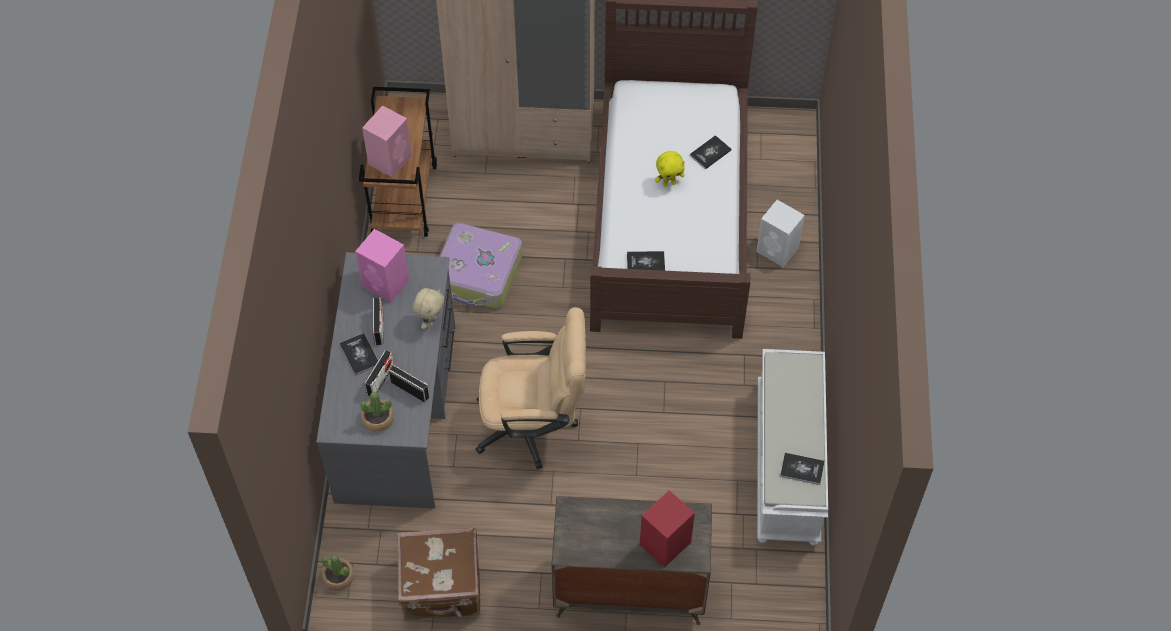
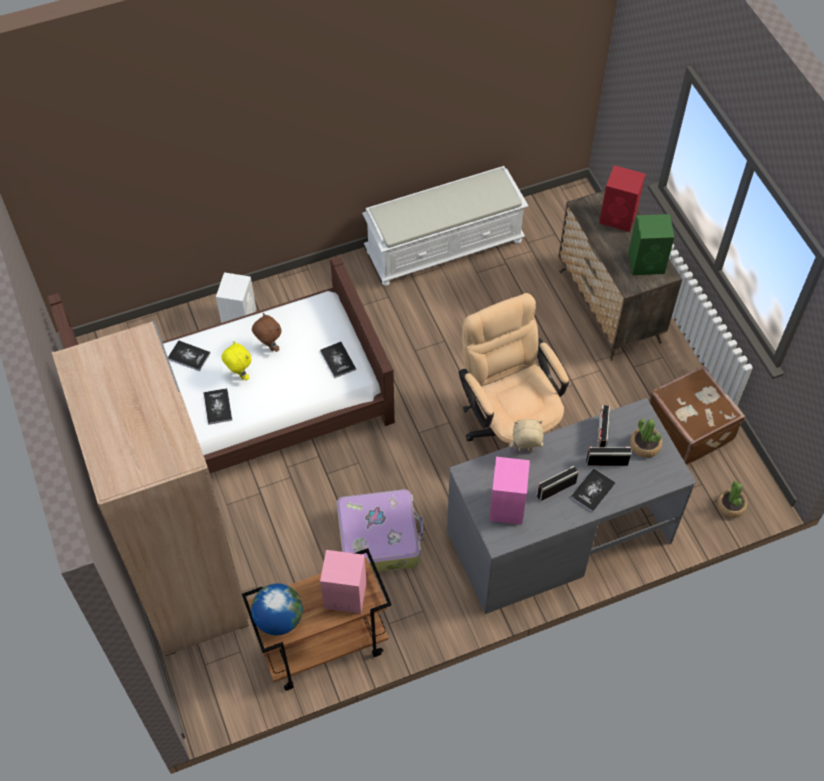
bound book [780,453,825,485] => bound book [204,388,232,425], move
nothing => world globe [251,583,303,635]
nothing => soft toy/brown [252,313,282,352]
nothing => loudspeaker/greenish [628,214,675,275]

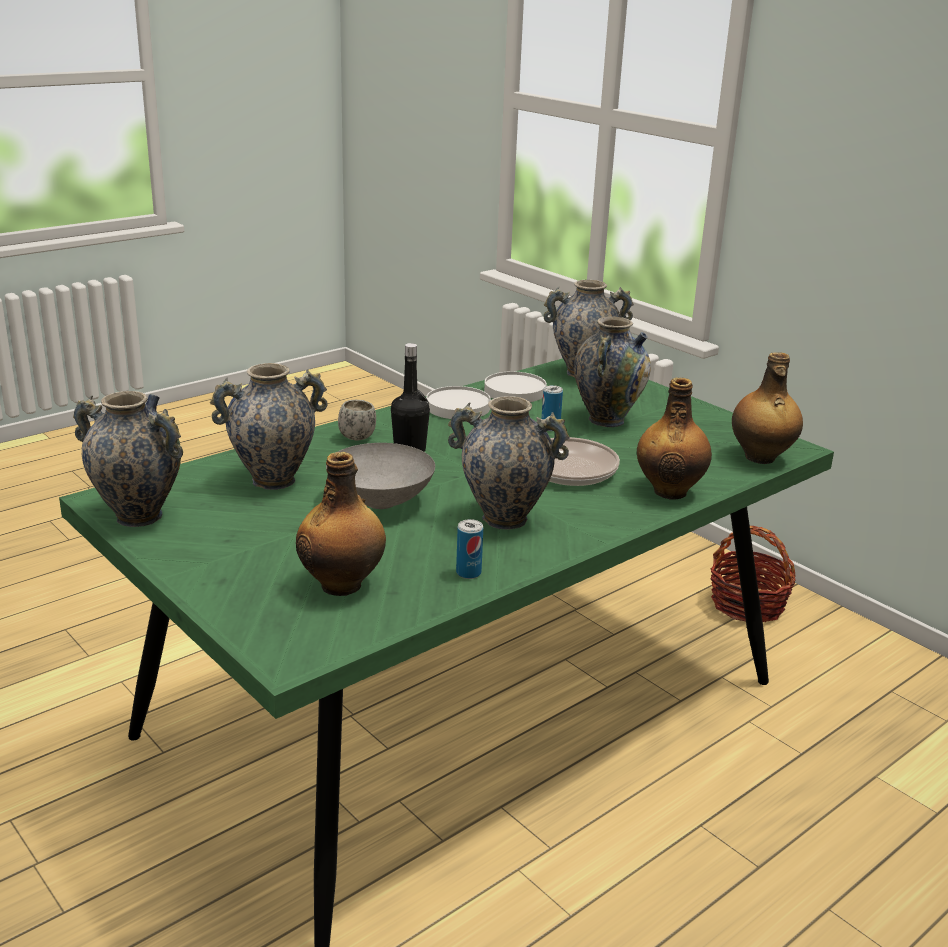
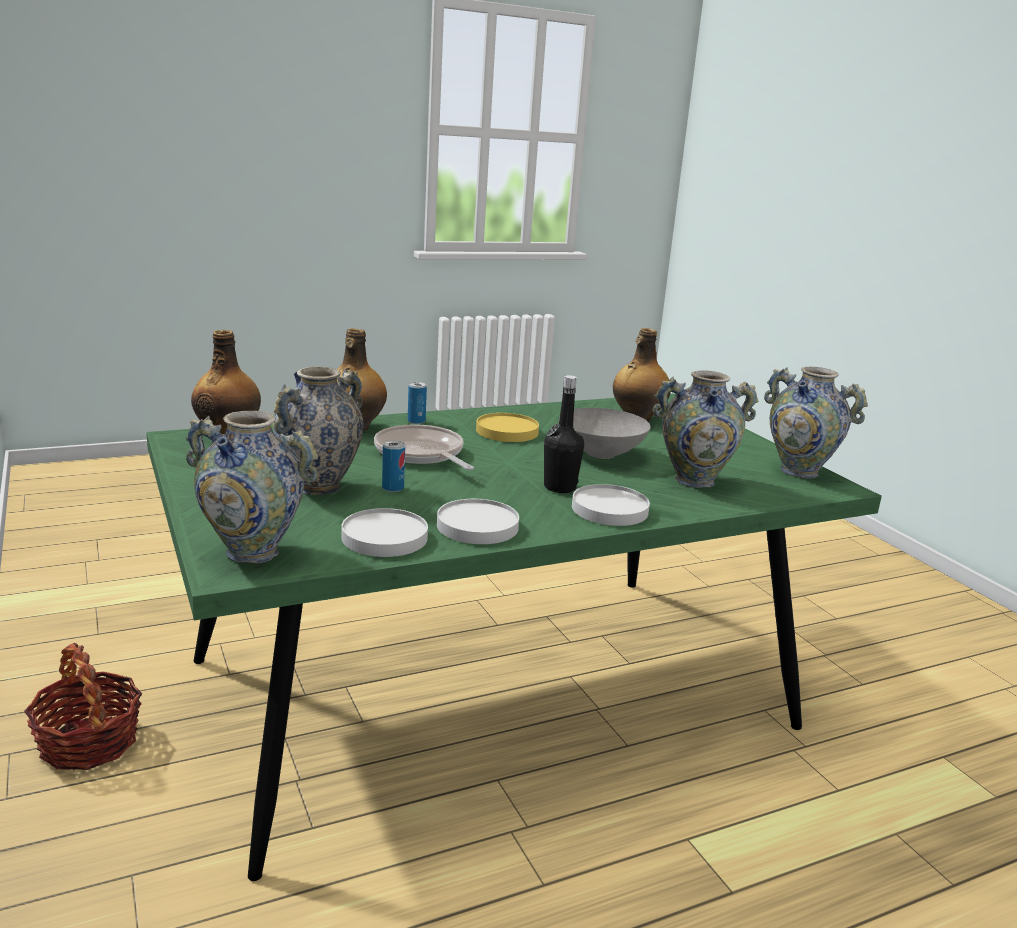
tea mug/white [338,400,376,441] => flat dish/white [572,484,650,526]
decorative vase [448,396,570,530] => flat dish/yellowish [476,413,539,442]
sealed can [456,519,483,579] => sealed can [408,382,427,424], move

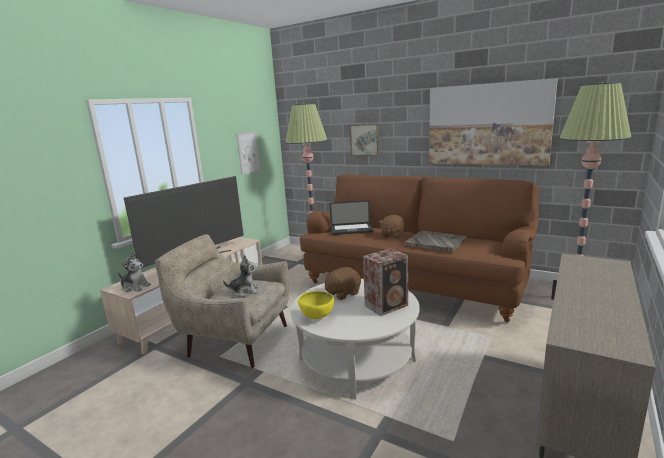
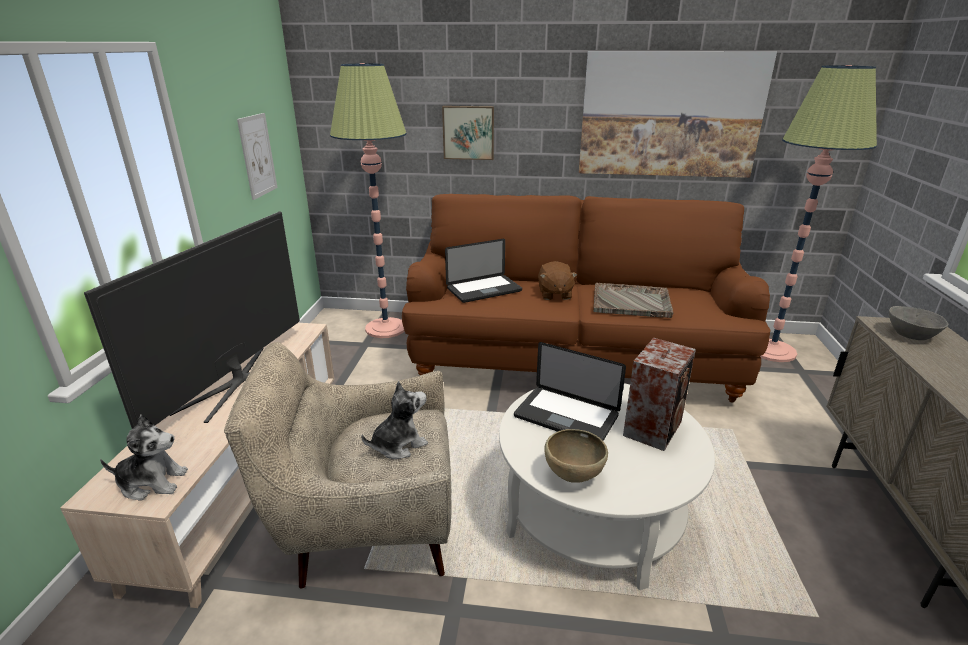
bowl/yellowish [298,291,334,319] => bowl/brown [544,429,608,483]
soft toy/brown [325,267,361,300] => notebook computer [514,342,626,441]
nothing => bowl/grey [889,306,949,340]

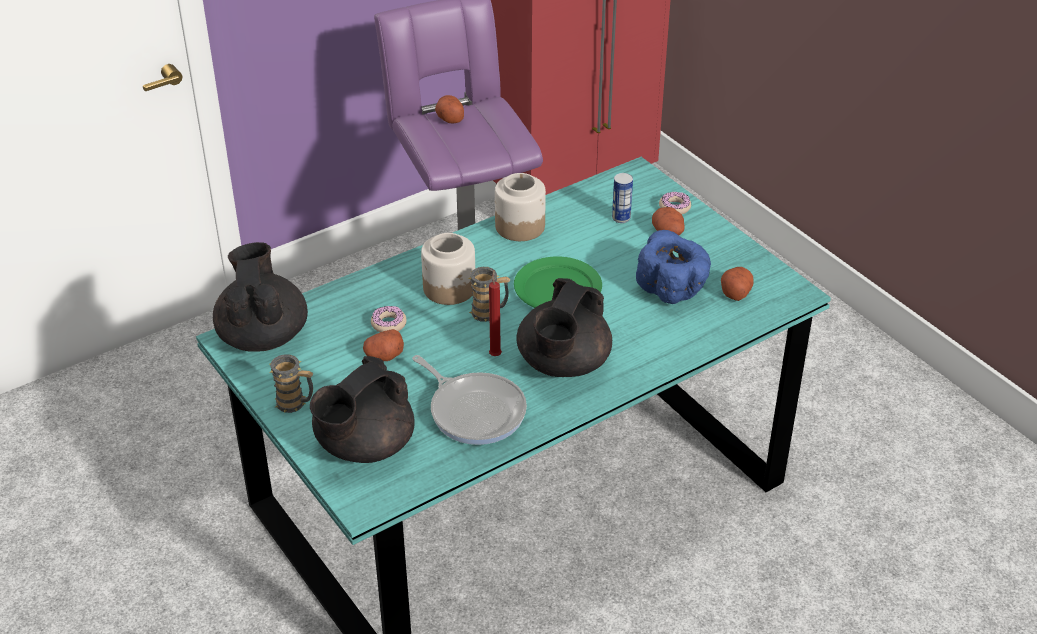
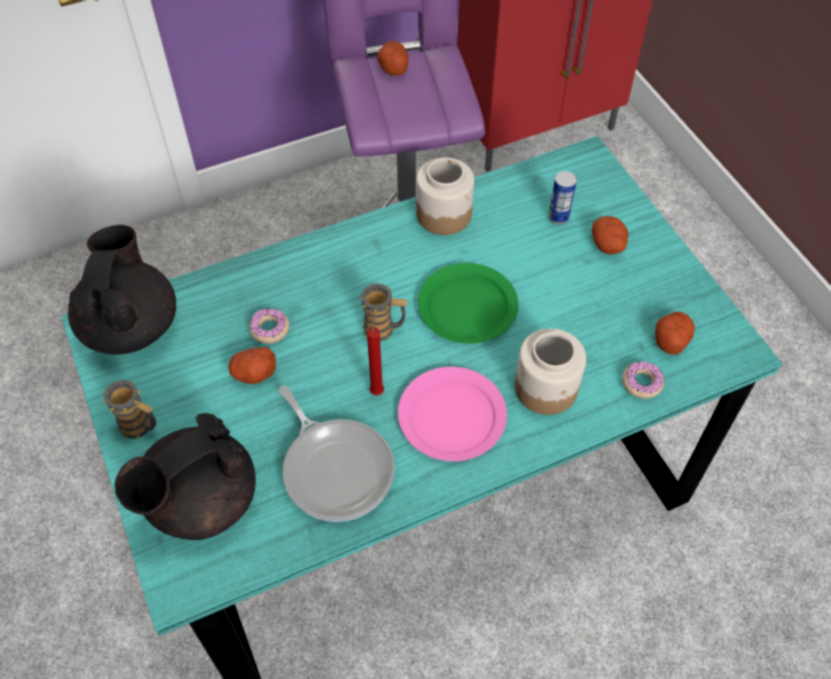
jar [421,233,475,305] => jar [515,328,586,415], move
pot for tea/black-coloured [517,278,612,377] => flat dish/pinkish [398,367,507,461]
bowl/bluish [636,230,711,304] => nothing
donut [659,191,691,214] => donut [622,361,664,399], move

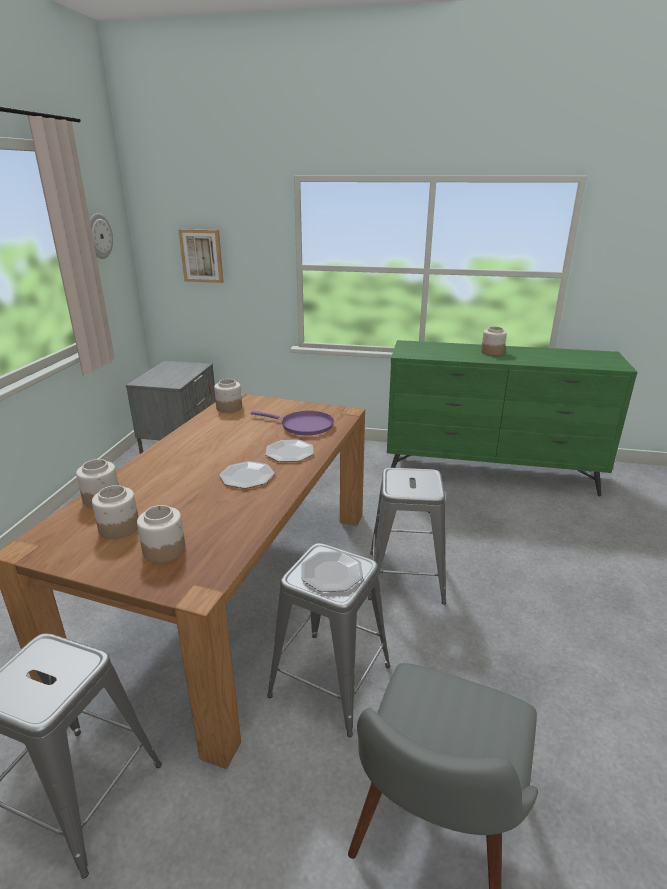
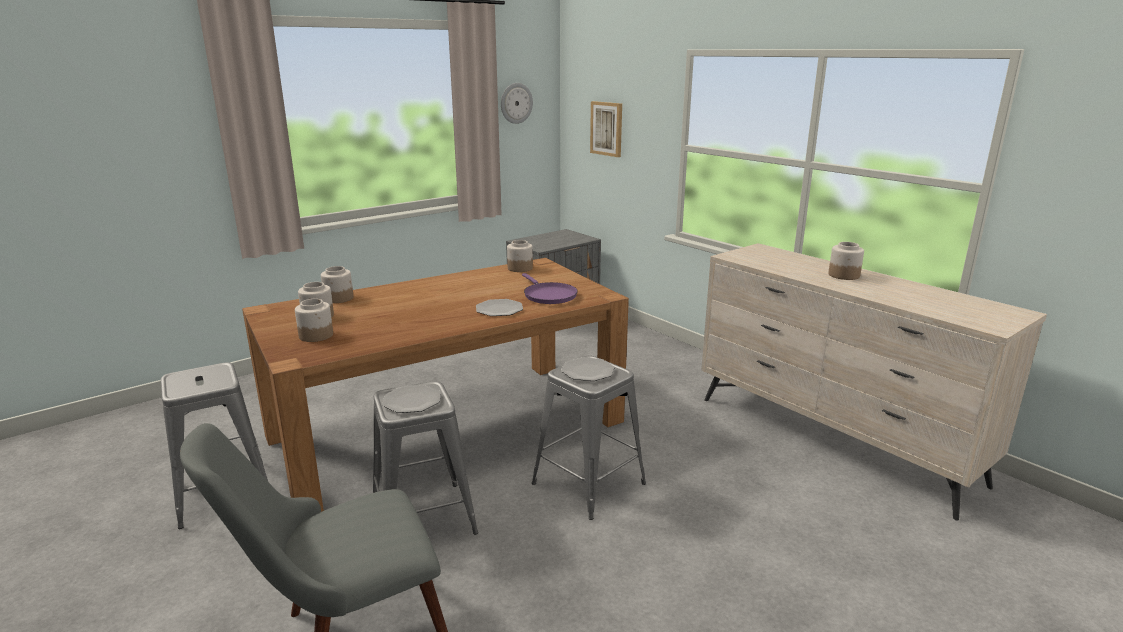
flat dish [219,461,275,489] => flat dish [561,357,615,381], move
chest of drawers/greenish [387,340,637,496] => chest of drawers/beige [701,243,1047,521]

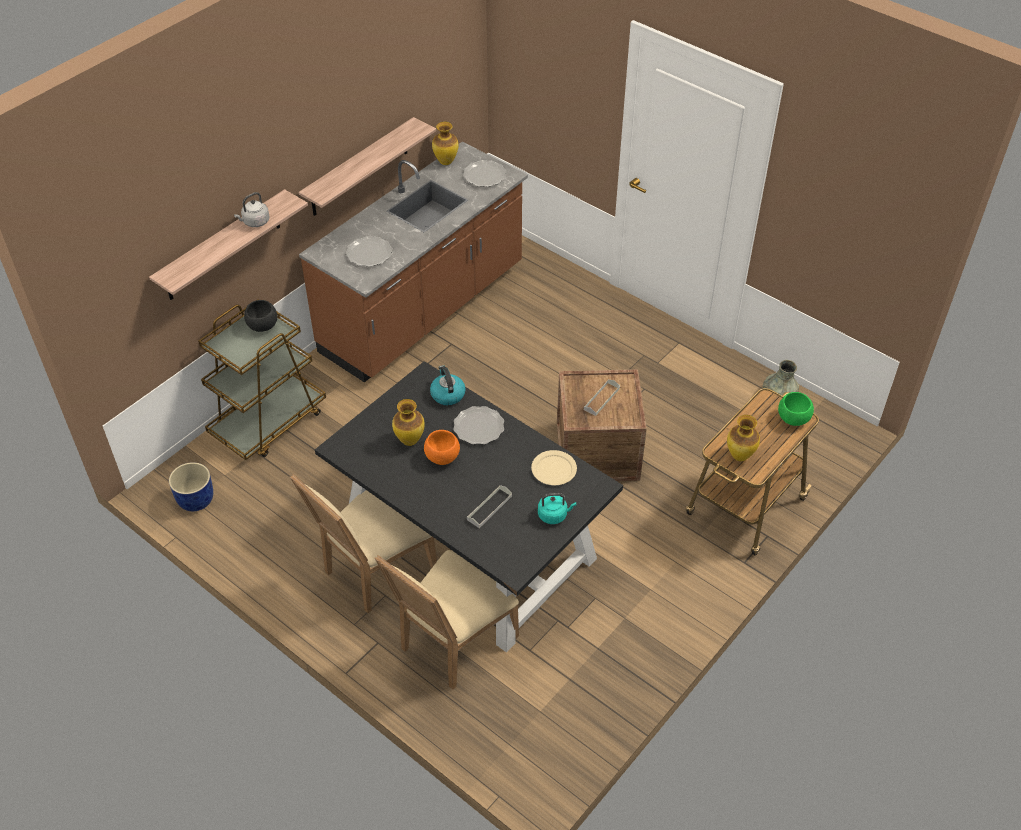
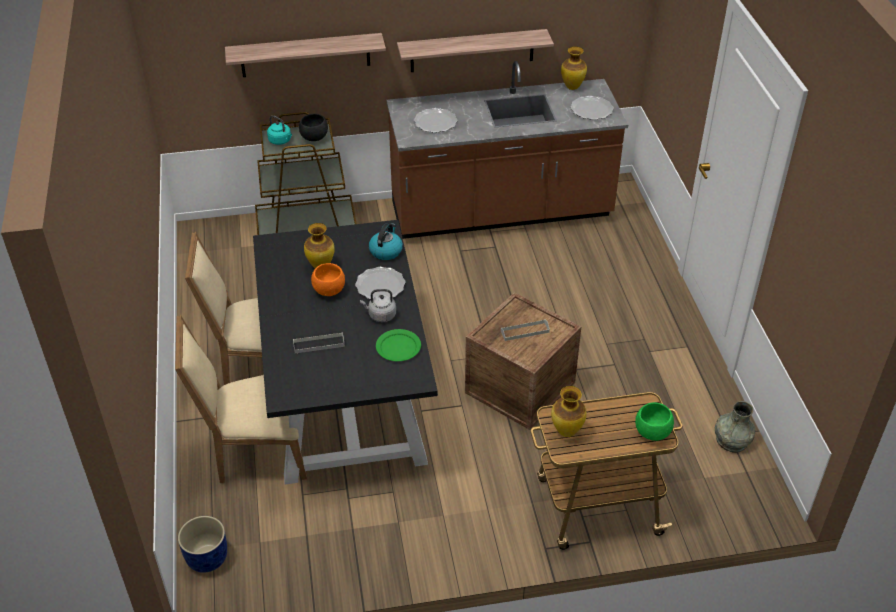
flower pot/bluish [169,462,213,511] => flower pot/bluish [178,516,227,573], move
water kettle/grey [234,192,269,227] => water kettle/grey [360,289,396,322], move
flat dish/beige [531,450,577,485] => flat dish/greenish [376,329,421,361]
water kettle/turquoise-coloured [538,493,577,524] => water kettle/turquoise-coloured [267,115,292,145], move

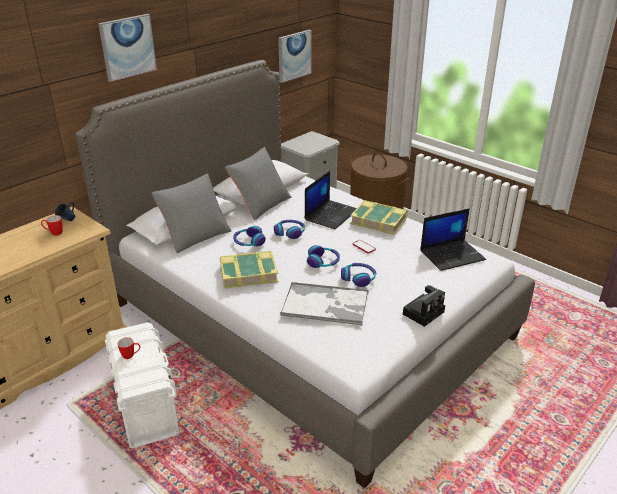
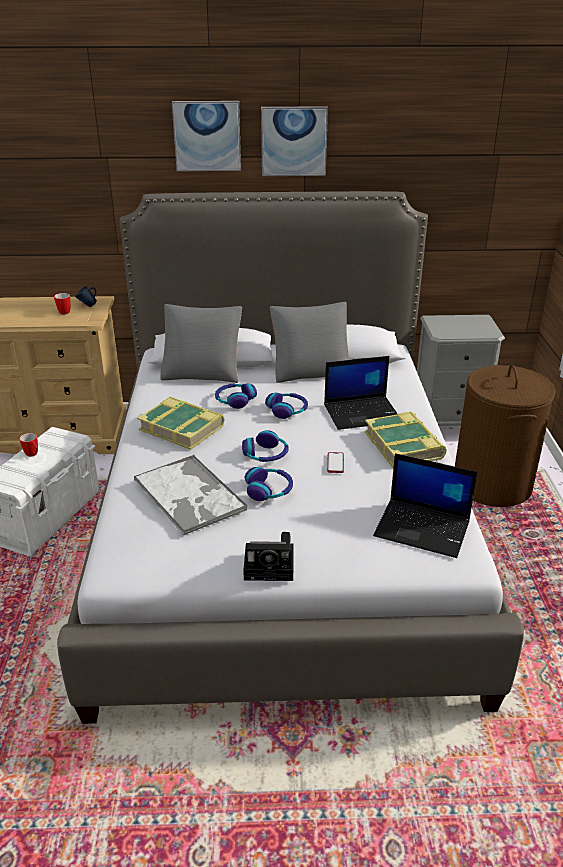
wall picture [278,30,312,83] => wall picture [261,106,328,176], move

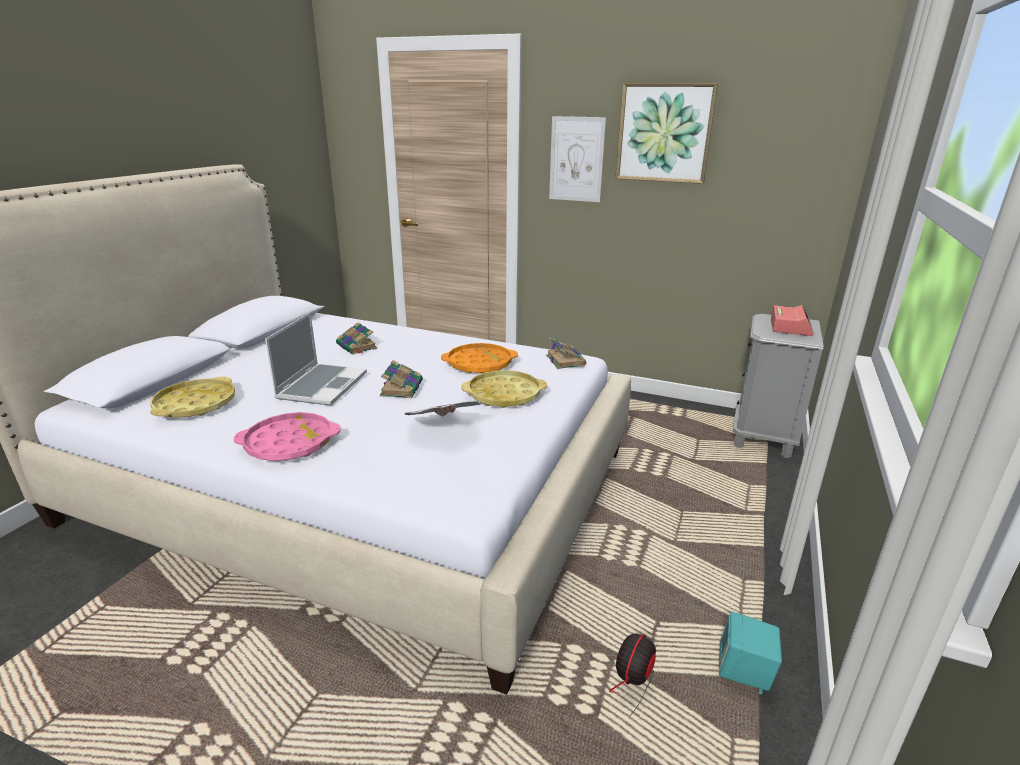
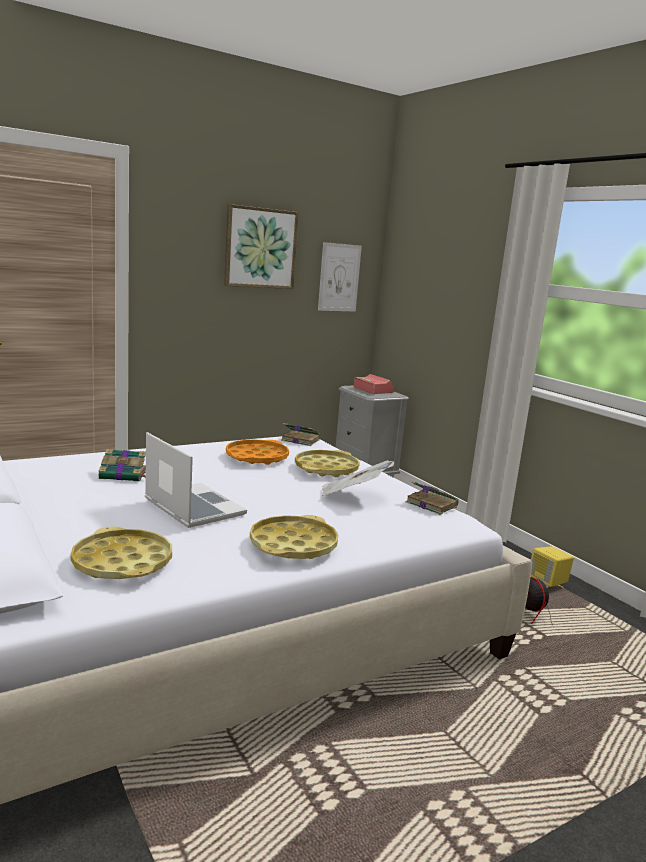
serving tray/pinkish [234,412,341,461] => serving tray/yellowish [250,515,338,559]
bound book [380,360,423,398] => bound book [406,480,458,515], move
wall picture [549,116,606,202] => wall picture [318,242,362,312], move
loudspeaker/turquoise-coloured [719,612,782,695] => loudspeaker/yellowish [531,546,574,588]

